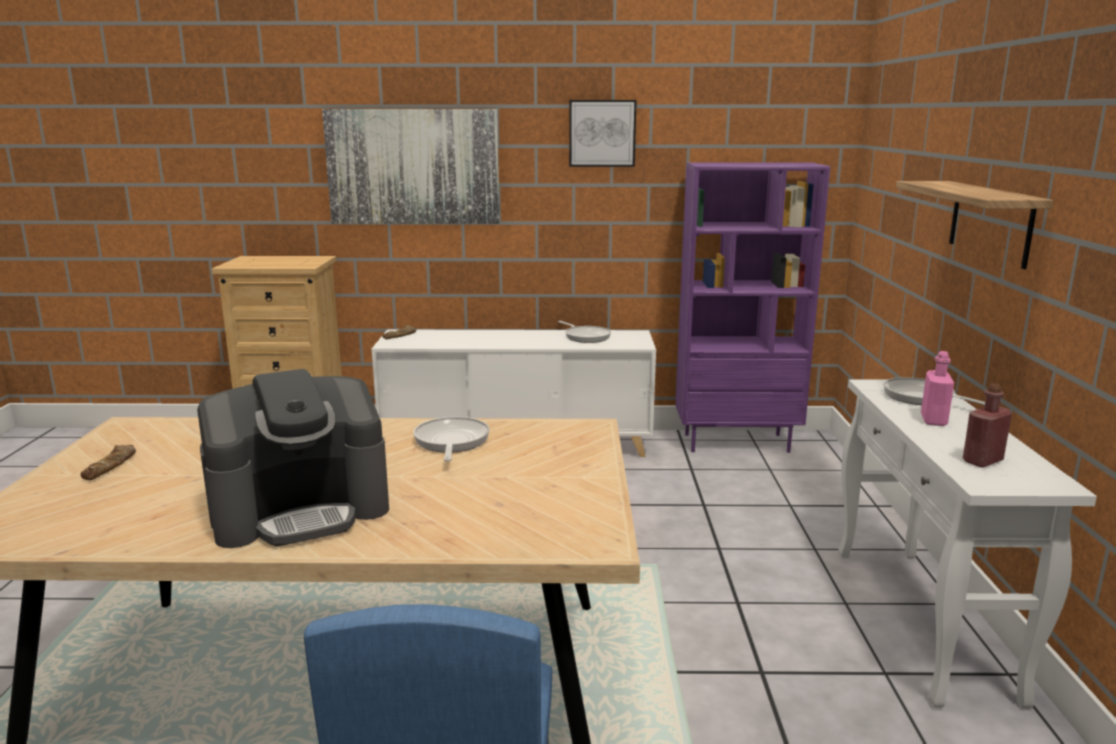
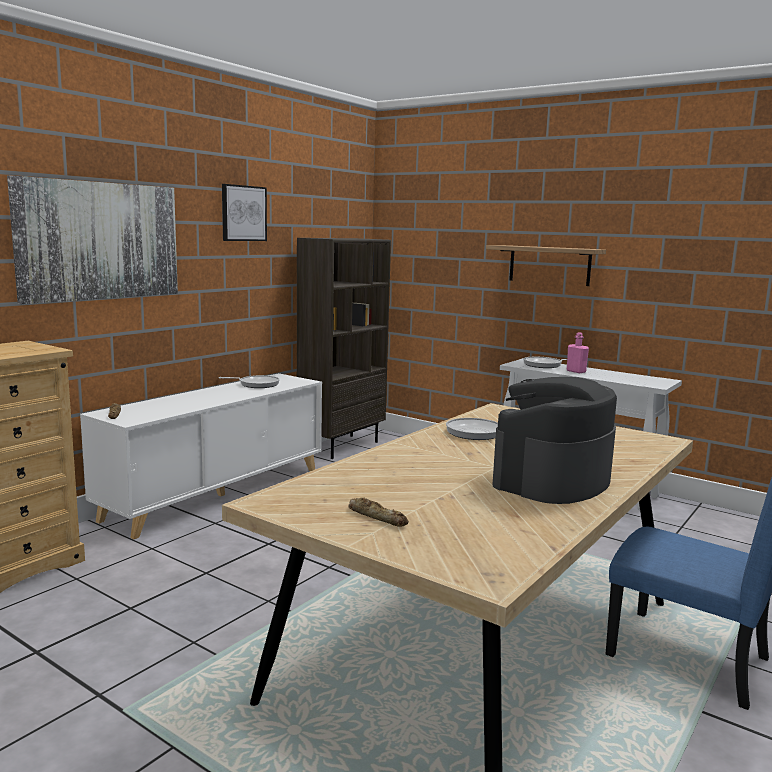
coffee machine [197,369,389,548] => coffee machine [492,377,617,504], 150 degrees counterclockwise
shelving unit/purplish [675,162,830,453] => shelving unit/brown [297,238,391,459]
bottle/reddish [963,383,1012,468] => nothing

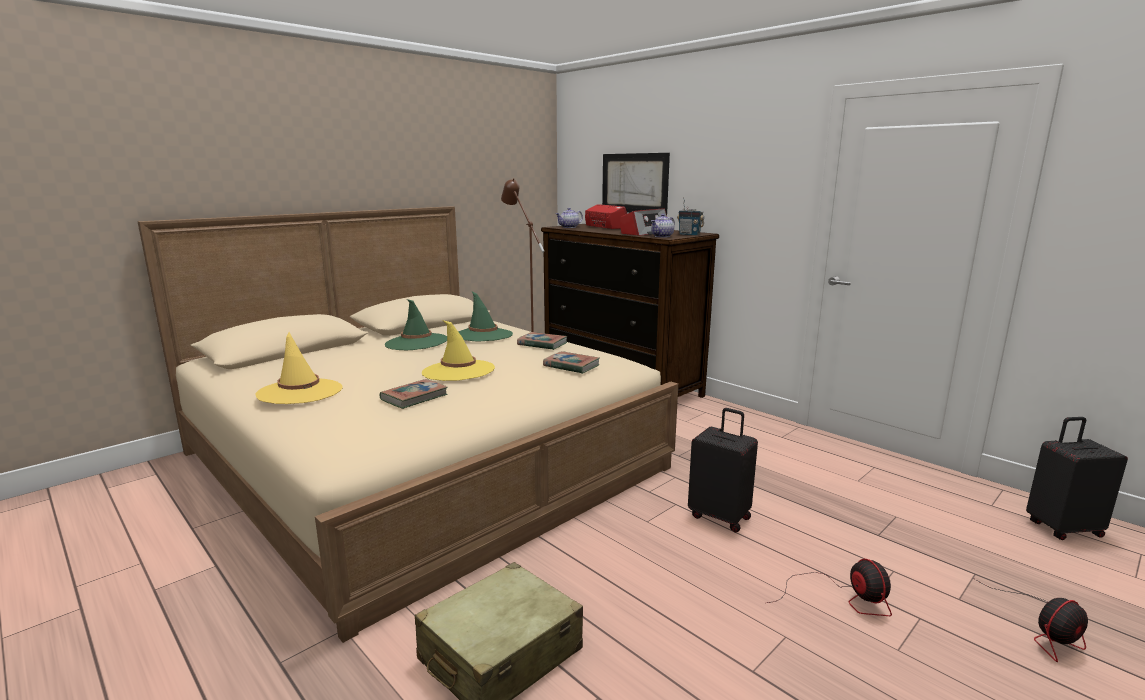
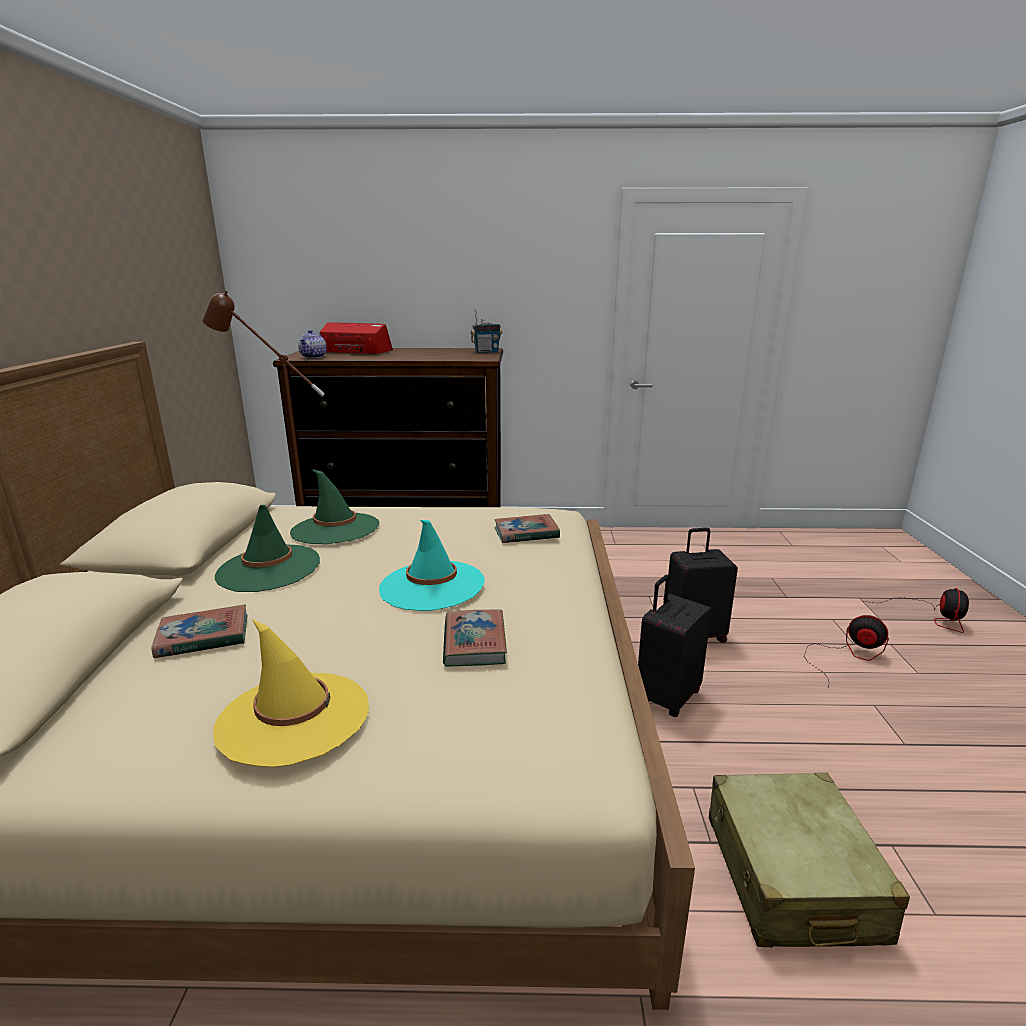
clothing hat/yellowish [422,320,495,381] => clothing hat/turquoise-coloured [379,520,485,611]
bound book [517,332,567,350] => bound book [151,604,247,658], move
wall picture [602,153,670,215] => nothing
radio [620,208,667,236] => nothing
pot for tea [651,214,675,237] => nothing
suitcase/black-coloured [1026,417,1128,540] => suitcase/black-coloured [638,575,712,717], move

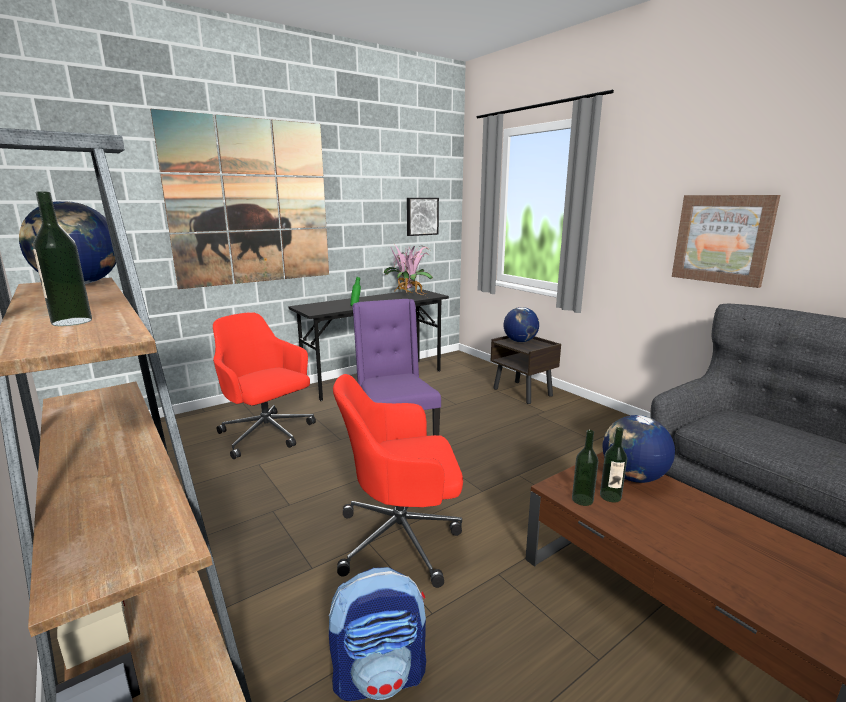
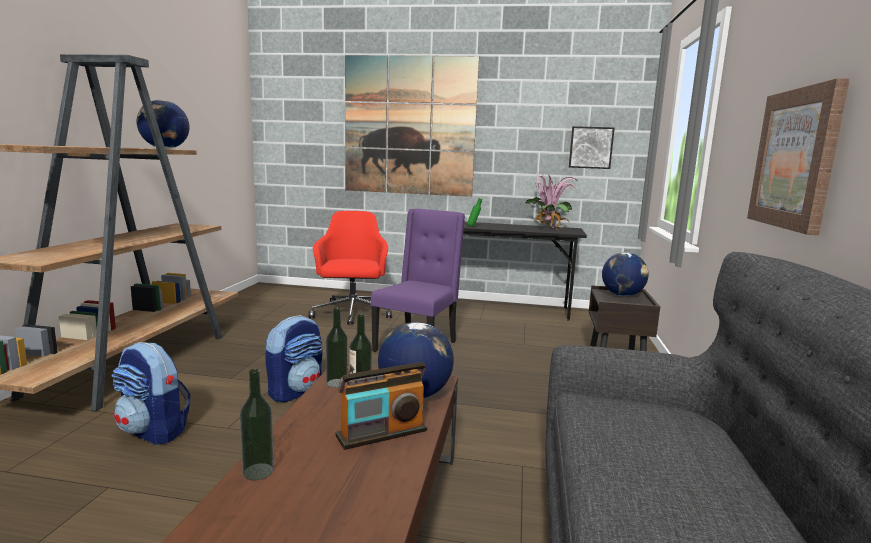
bottle [33,192,92,326] => bottle [240,369,274,480], move
computer chair/reddish [333,374,463,588] => rucksack [265,315,322,402]
nothing => radio [335,362,427,450]

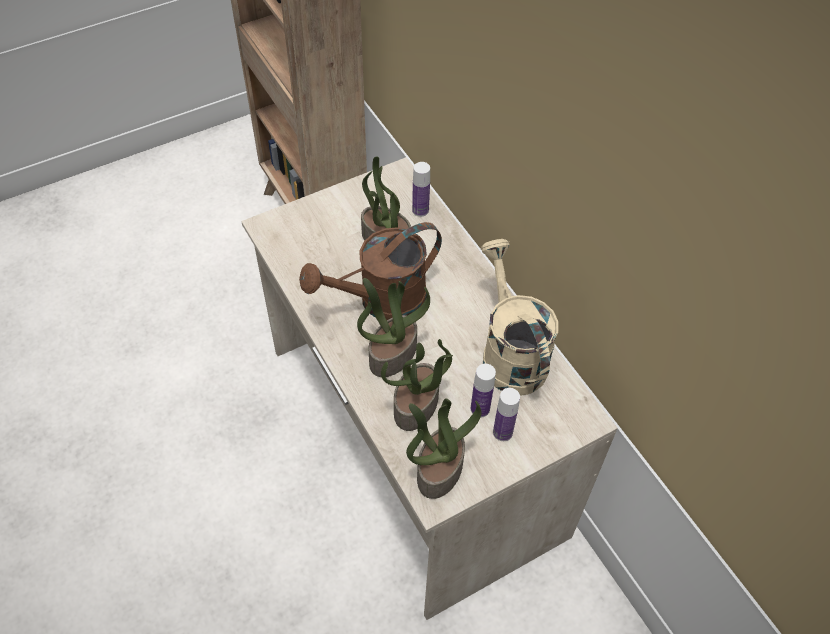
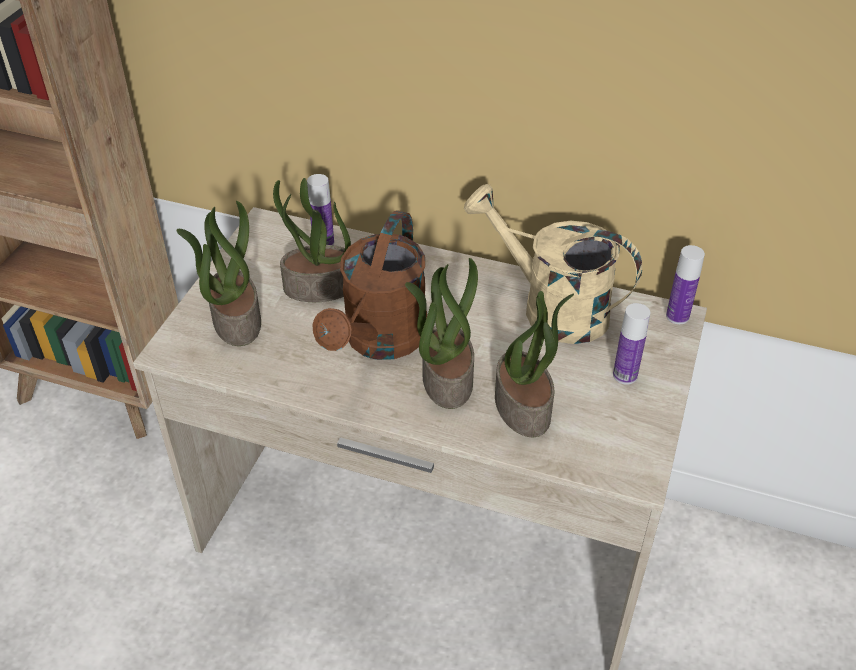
potted plant [406,399,481,499] => potted plant [176,201,261,346], move
bottle [471,364,496,418] => bottle [666,245,705,324], move

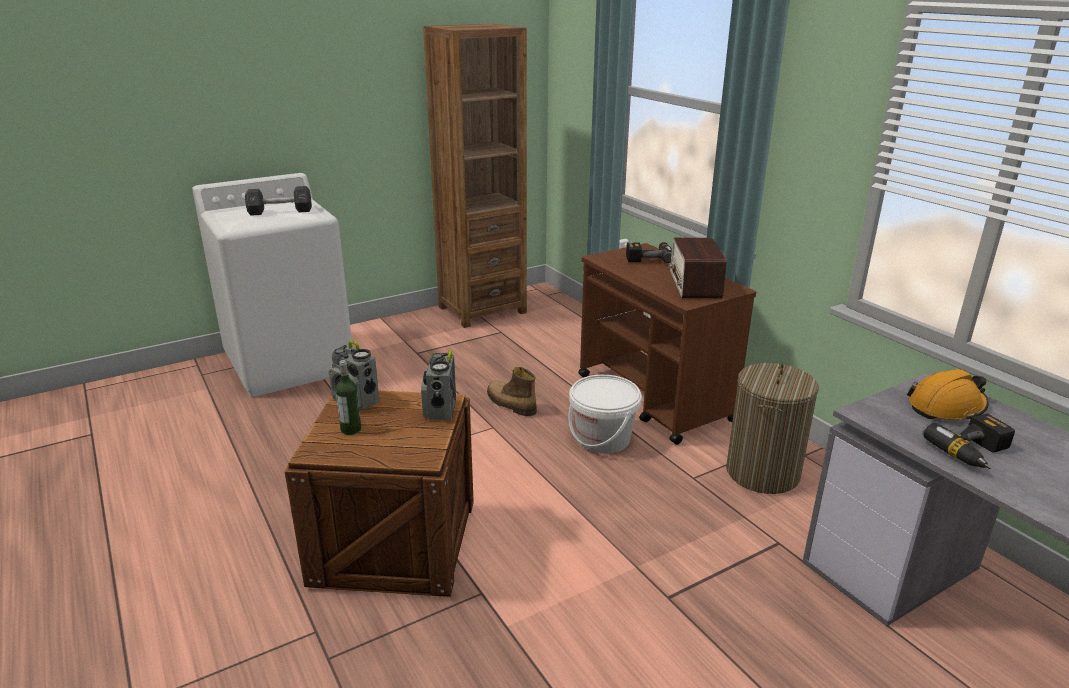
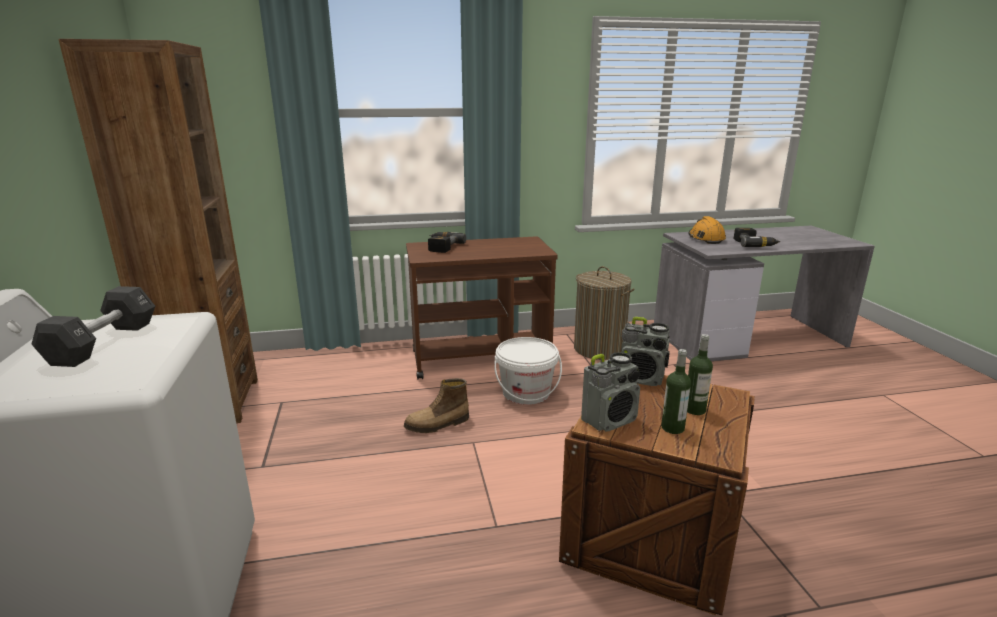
radio [669,238,726,298] => nothing
nothing => bottle [687,334,713,415]

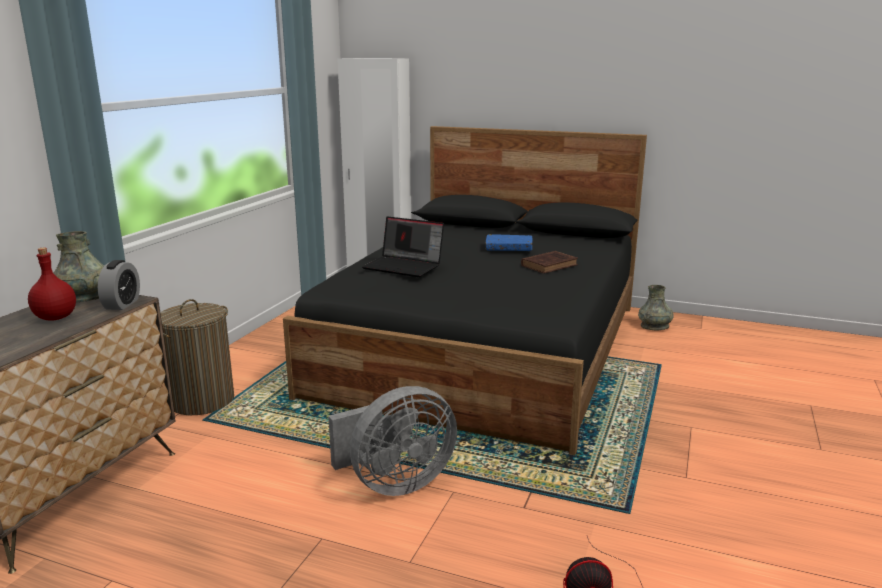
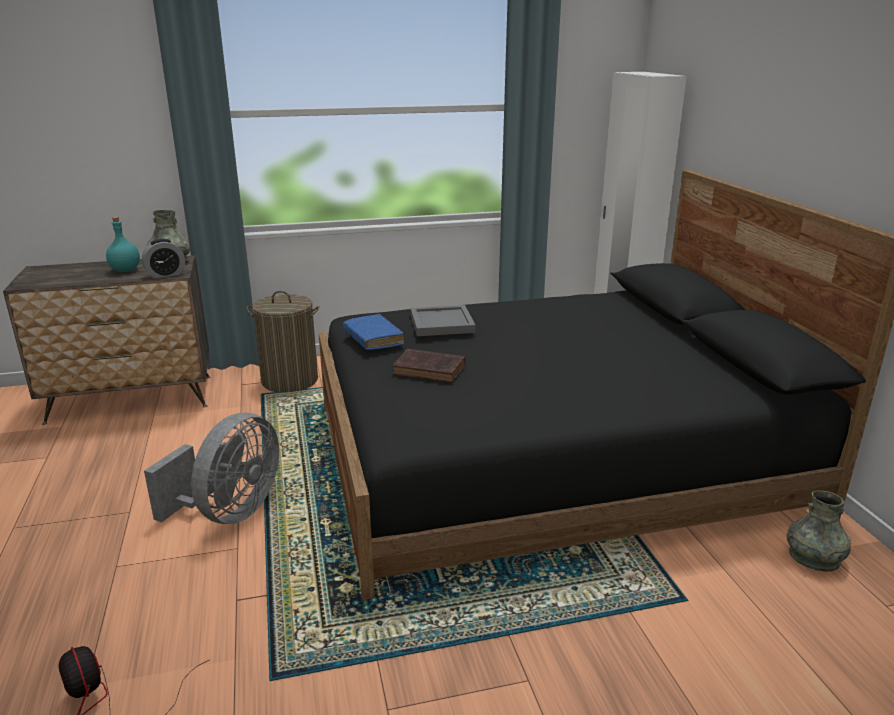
bottle/reddish [28,248,76,321] => bottle/turquoise-coloured [106,217,140,272]
cooling fan/grey [328,386,457,496] => cooling fan/grey [144,413,279,524], 90 degrees counterclockwise
notebook computer [362,216,444,277] => serving tray/grey [411,305,475,336]
bound book/bluish [486,234,533,251] => bound book/bluish [343,314,404,350], move
bound book/brown [521,251,578,274] => bound book/brown [392,349,466,383], move

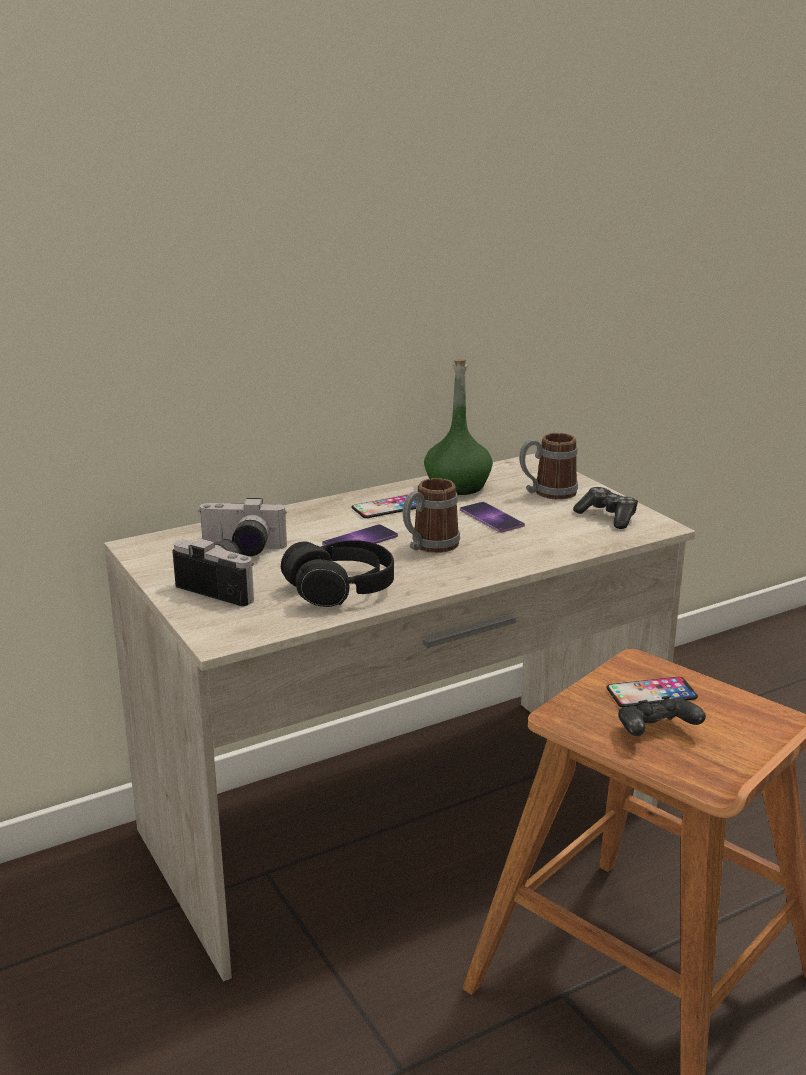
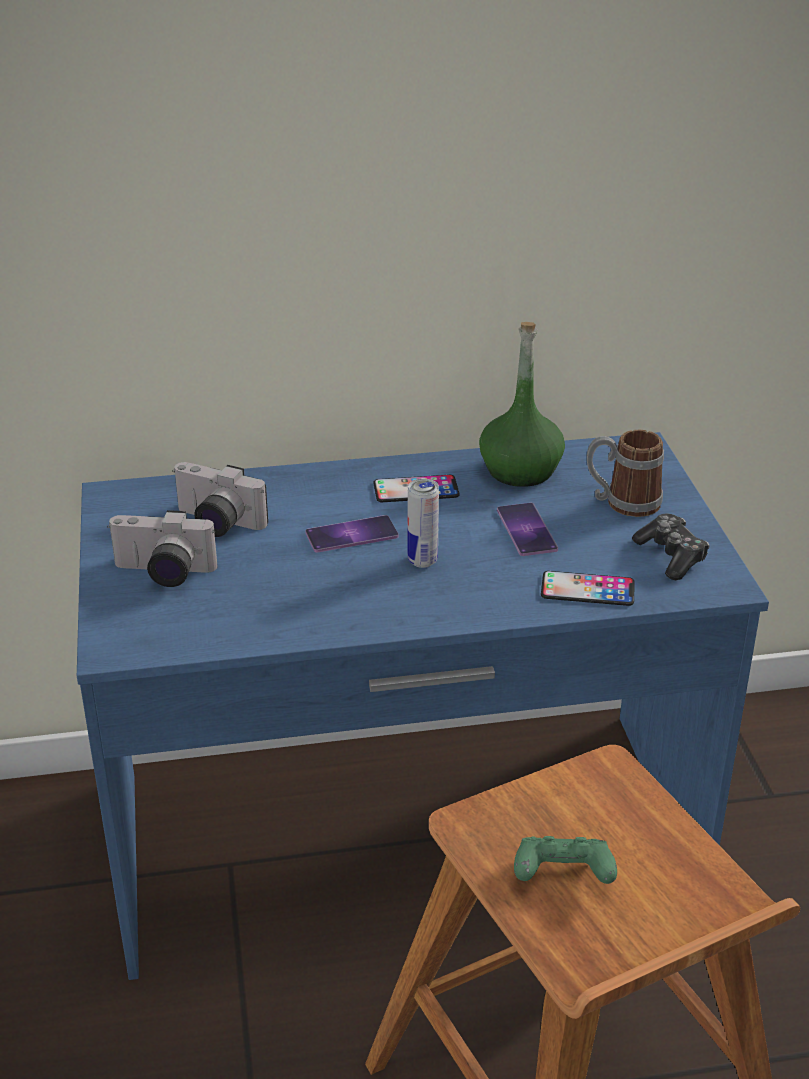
desk/beige [104,454,695,981] => desk/bluish [77,432,769,980]
photo camera [172,539,254,606] => photo camera [107,510,217,587], 135 degrees clockwise
headphones/black-coloured [281,540,394,607] => nothing
tea mug [403,478,460,553] => sealed can [408,479,439,568]
phone [607,677,698,707] => phone [541,571,635,606], move
gamepad/black-coloured [618,695,706,736] => gamepad/greenish [514,836,617,884]

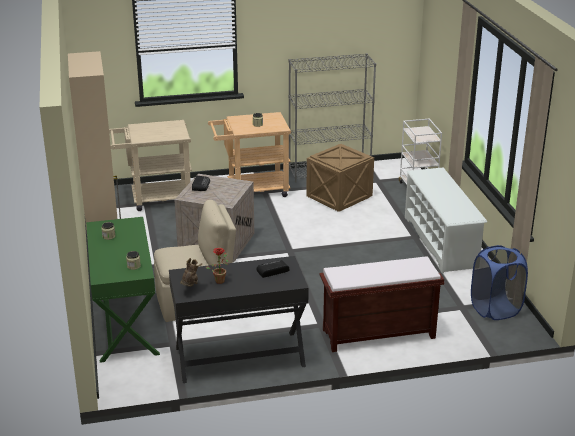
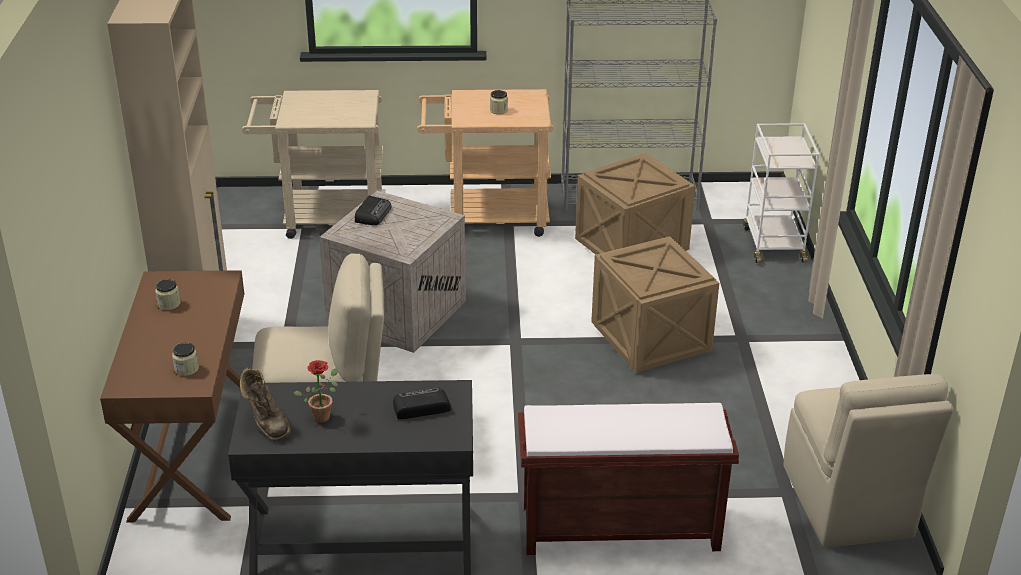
desk/greenish [86,217,160,363] => desk/brown [100,270,244,522]
tall boot/brown [180,258,202,287] => tall boot/brown [240,367,291,442], 135 degrees clockwise
shoe shelf/white [405,167,487,273] => nothing
hamper/bluish [471,245,528,320] => upright chair/beige [783,374,953,548]
nothing => crate [591,236,719,373]

